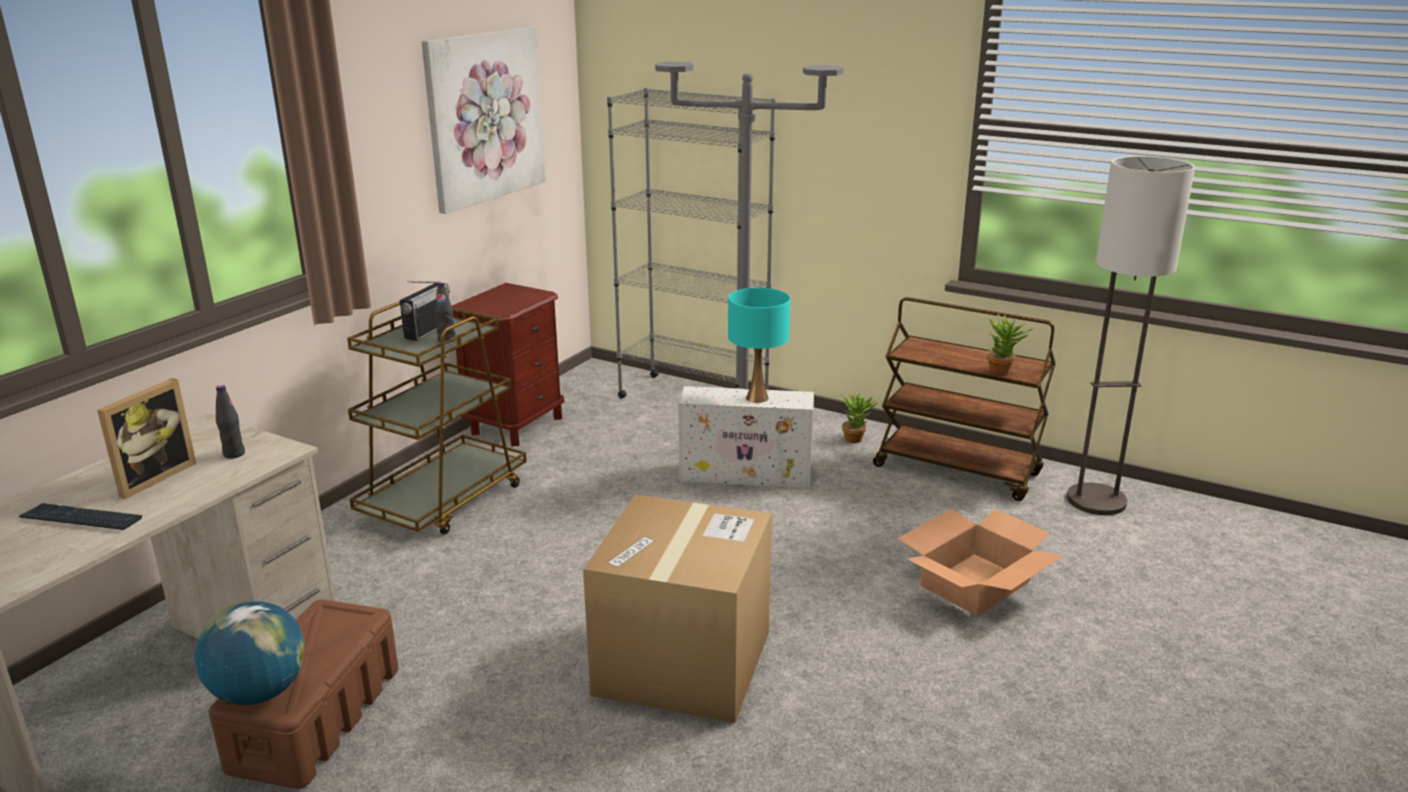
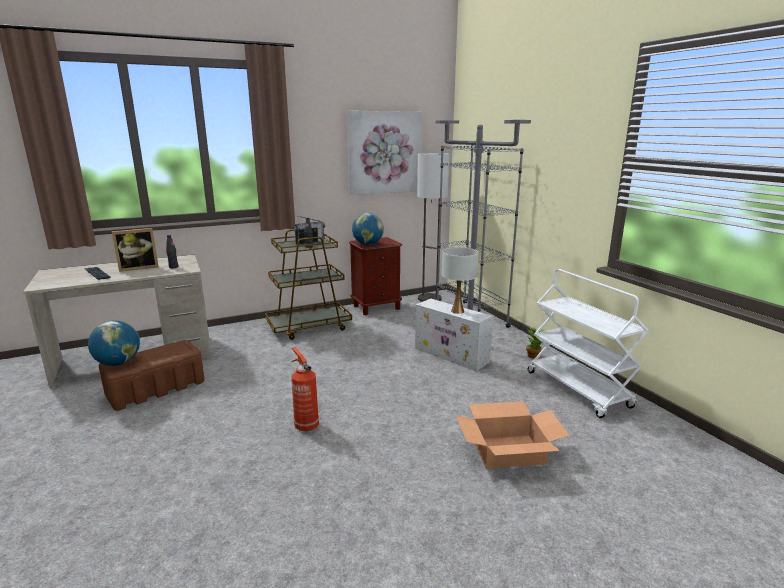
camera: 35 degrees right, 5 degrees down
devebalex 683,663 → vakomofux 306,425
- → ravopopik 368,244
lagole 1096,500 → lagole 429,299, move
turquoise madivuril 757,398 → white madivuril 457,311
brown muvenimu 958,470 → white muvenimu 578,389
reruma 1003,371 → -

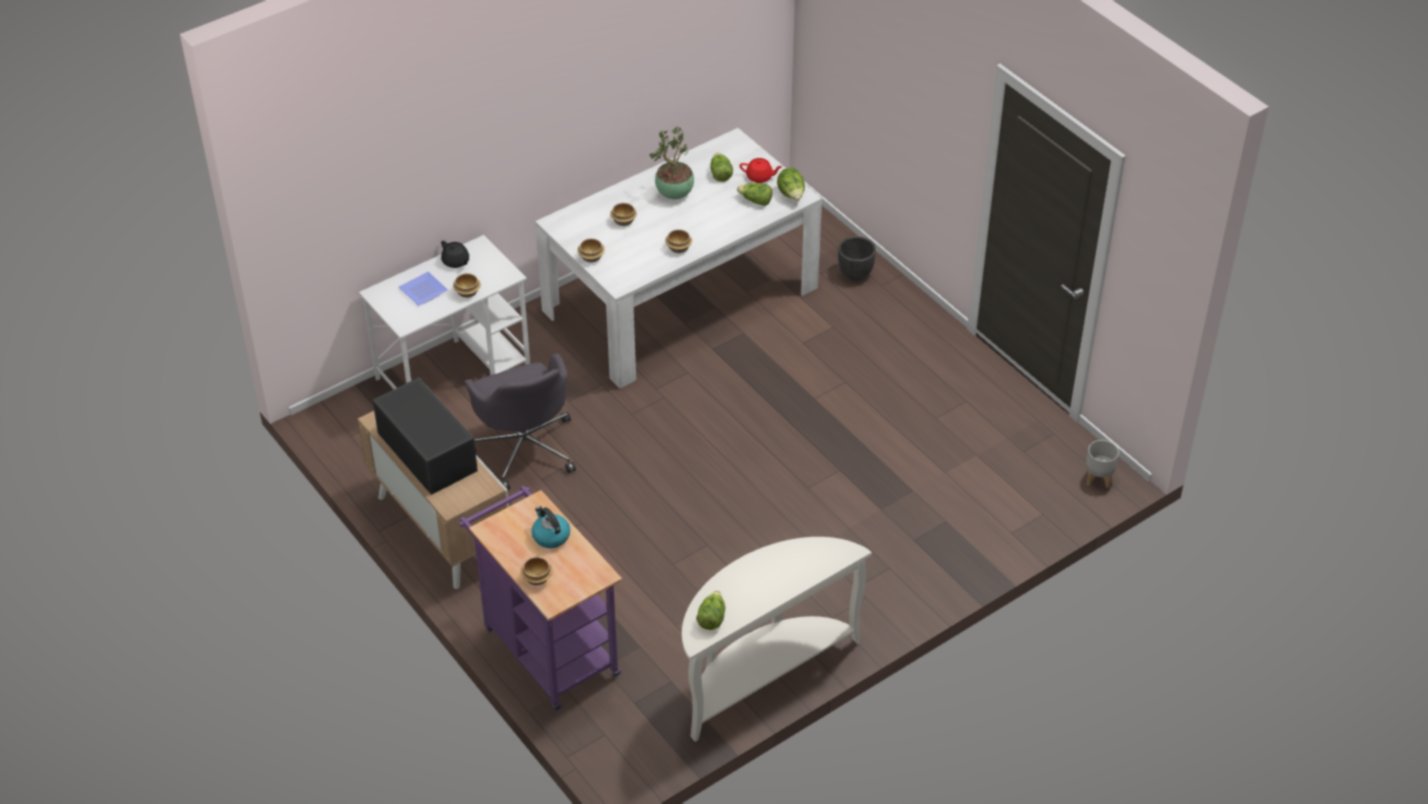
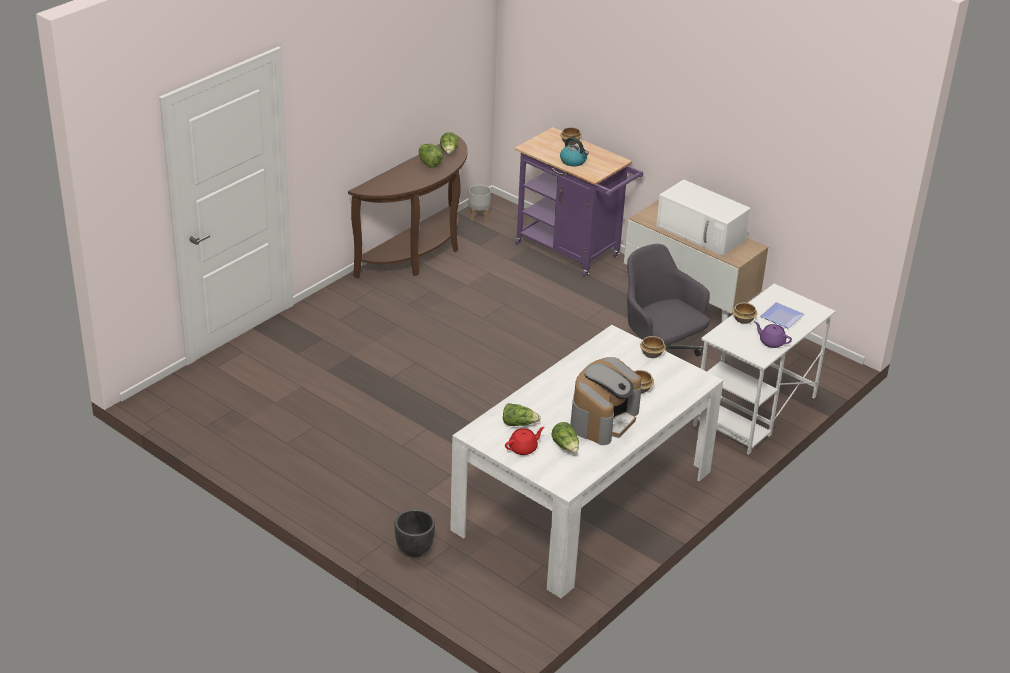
camera: 165 degrees right, 10 degrees down
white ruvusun 761,673 → brown ruvusun 419,255
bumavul 791,195 → bumavul 429,163, move
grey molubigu 1098,478 → grey molubigu 479,216, move
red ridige 760,177 → red ridige 523,448, 150 degrees clockwise
reruma 674,195 → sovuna 603,419
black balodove 425,451 → white balodove 702,233
black ridige 456,262 → purple ridige 771,342
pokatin 678,248 → -

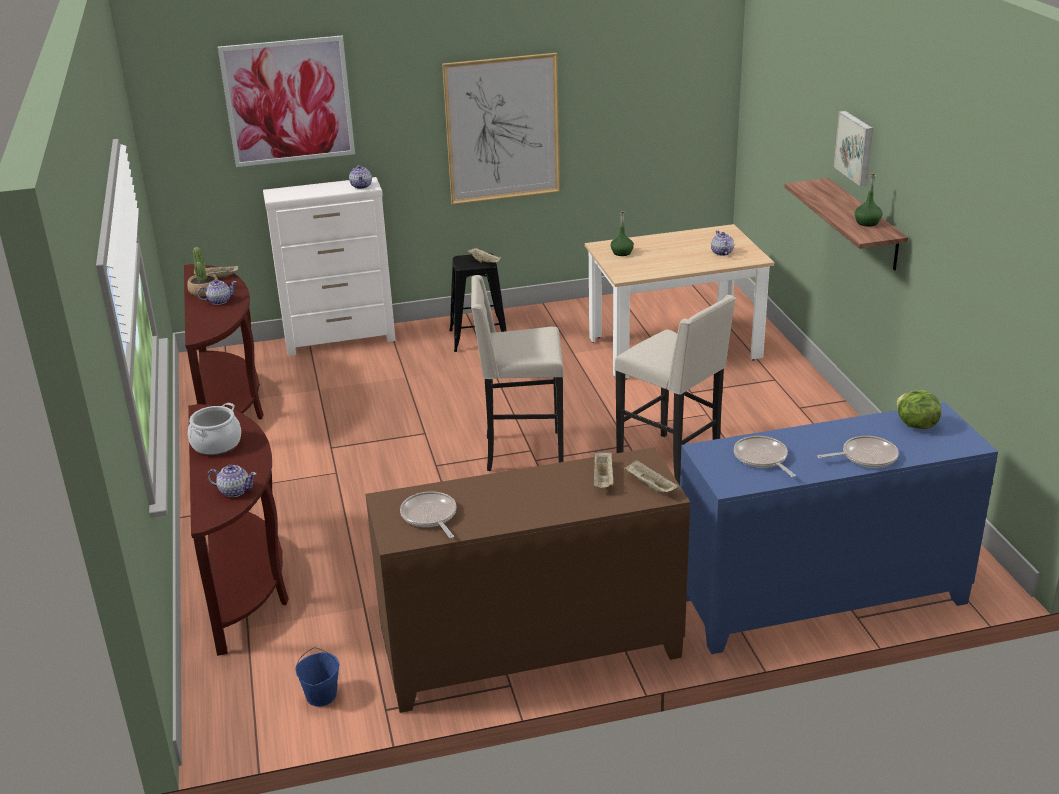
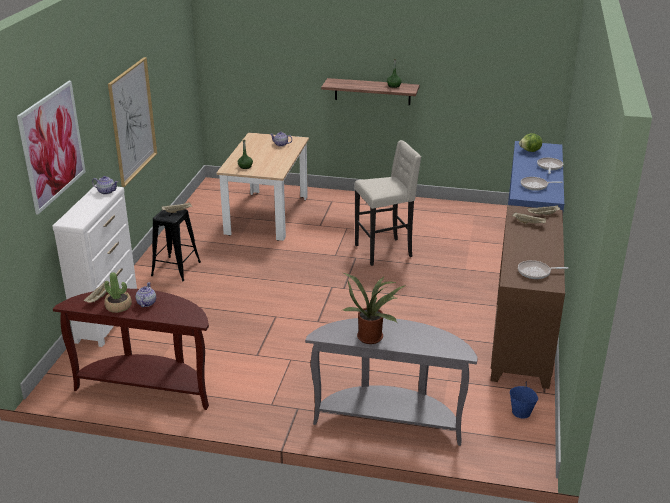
camera: 65 degrees left, 0 degrees up
brown ruvusun 246,582 → grey ruvusun 389,420
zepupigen 217,444 → reruma 372,336
ridige 234,491 → -
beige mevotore 521,452 → -
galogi 856,147 → -

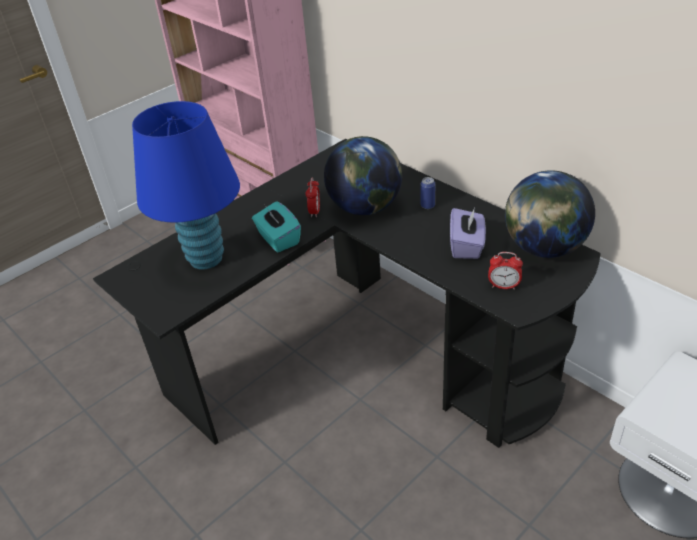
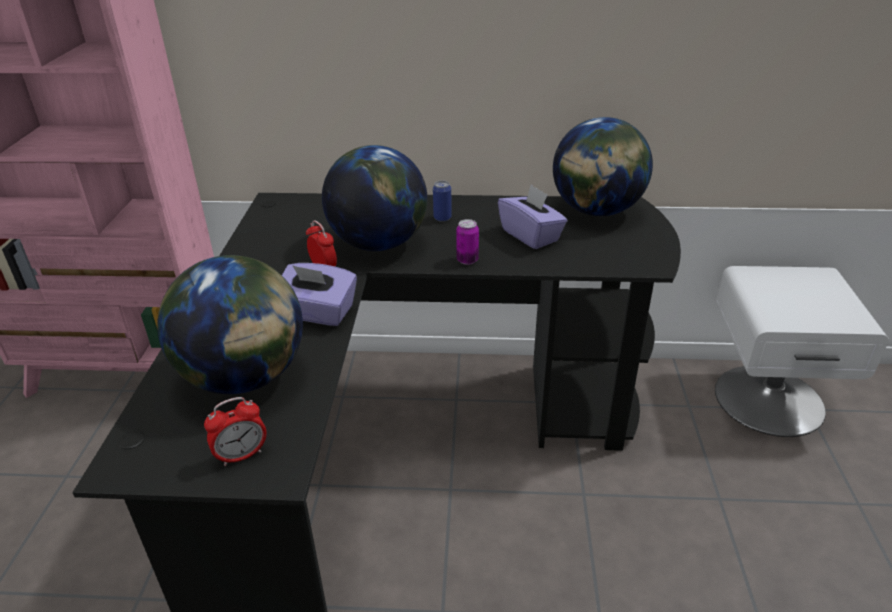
camera: 45 degrees left, 5 degrees down
blue madivuril 206,259 → ravopopik 245,377
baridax 503,286 → baridax 242,455, move
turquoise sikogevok 278,239 → purple sikogevok 317,313
- → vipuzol 467,260

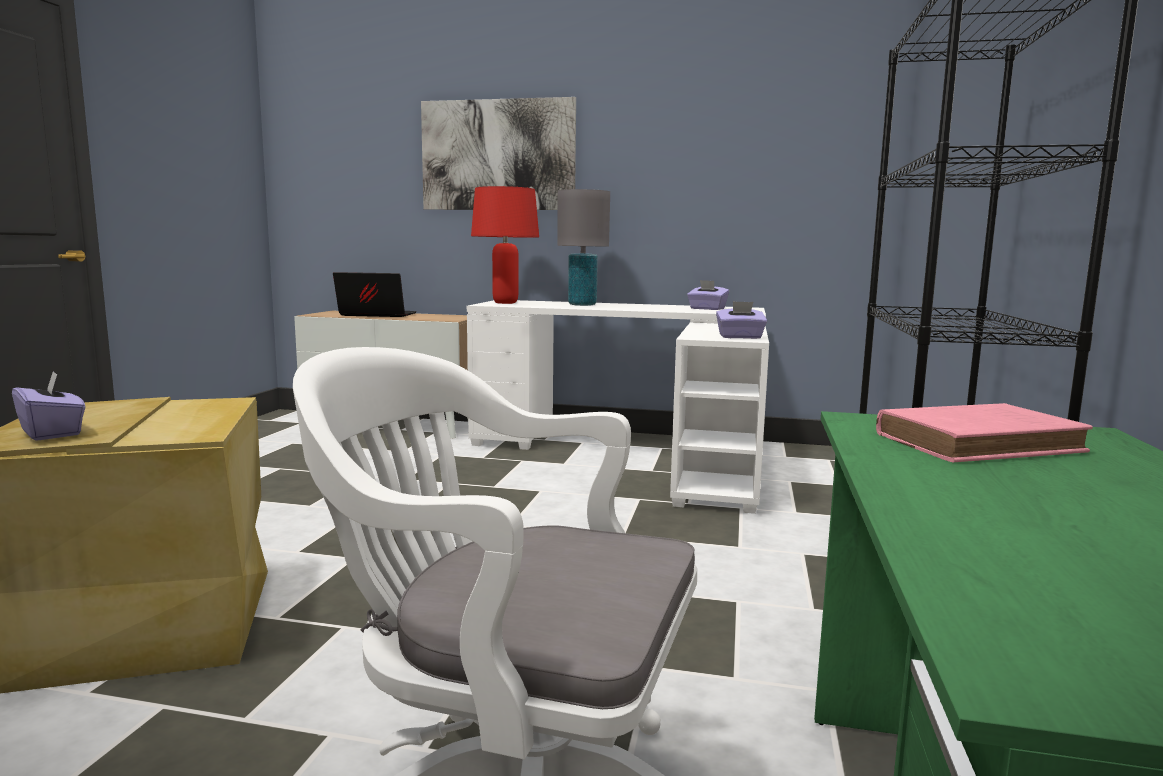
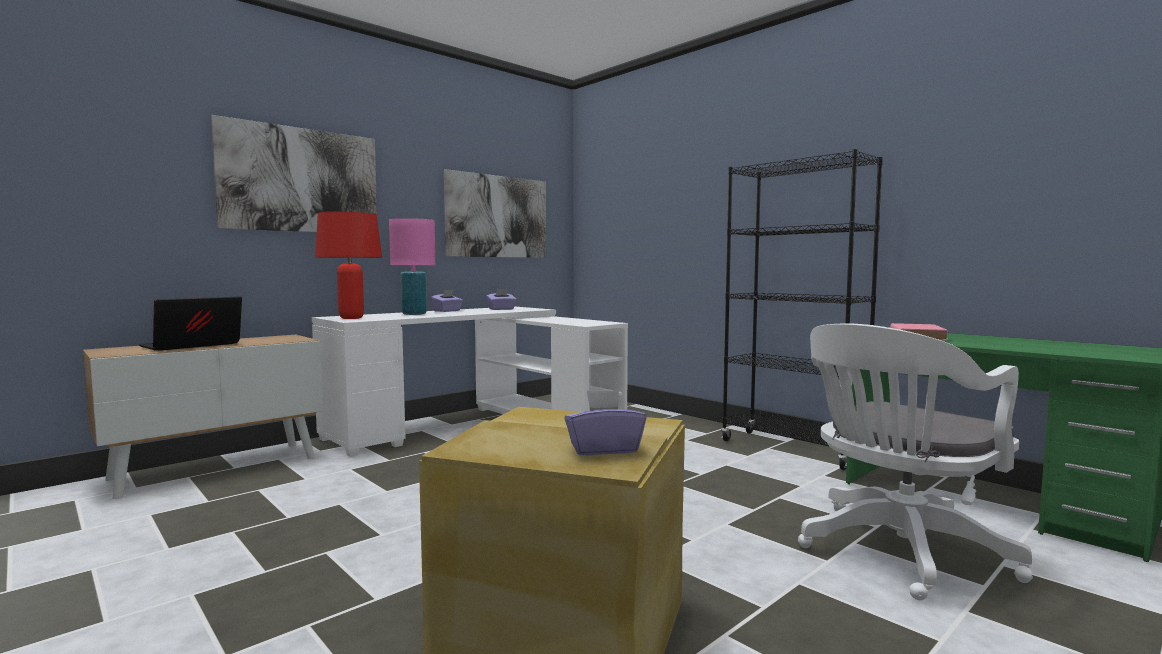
camera: 55 degrees left, 5 degrees down
grey madivuril 582,304 → pink madivuril 414,314
purple sikogevok 740,337 → purple sikogevok 447,311, move
- → galogi 497,216

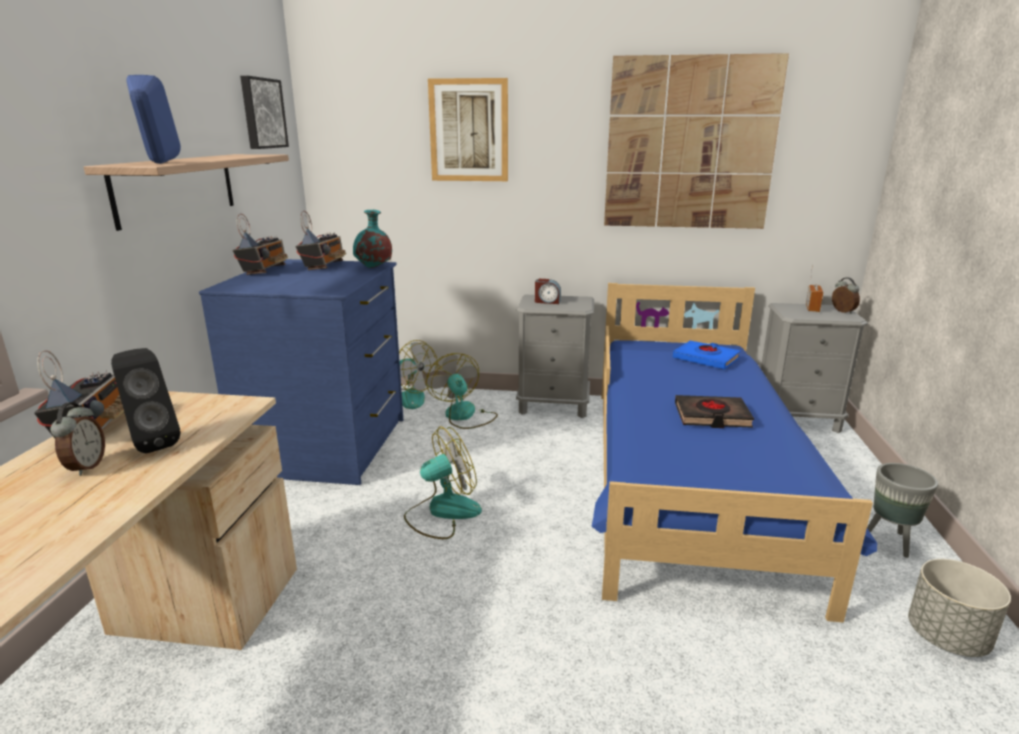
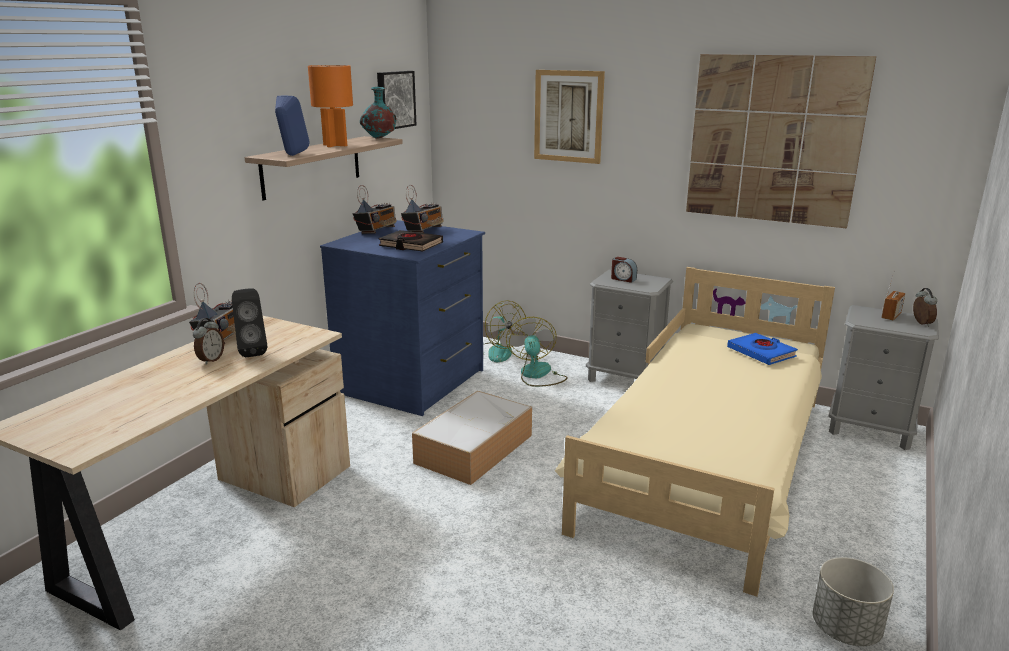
camera: 20 degrees right, 0 degrees up
- → orange madivuril 334,145
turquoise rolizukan 373,268 → turquoise rolizukan 379,138, move
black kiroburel 712,416 → black kiroburel 411,245, move
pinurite 442,512 → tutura 475,448
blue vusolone 689,478 → beige vusolone 708,462
grey molubigu 890,542 → -

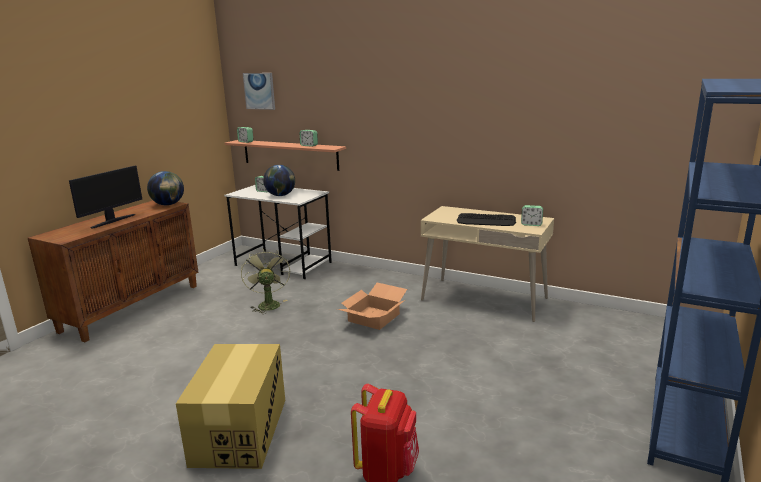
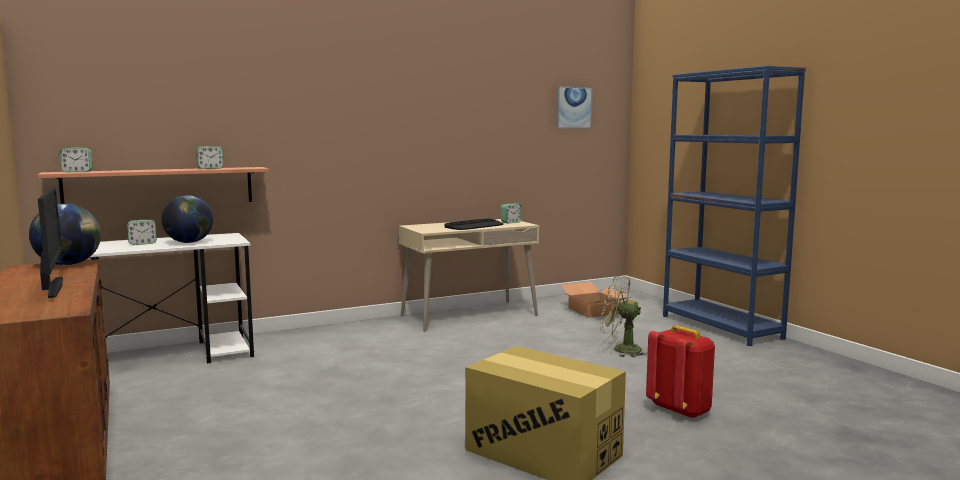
camera: 55 degrees left, 10 degrees down
galogi 259,91 → galogi 573,108, move
devebalex 373,317 → devebalex 593,311, move
green pinurite 267,304 → green pinurite 620,349, move

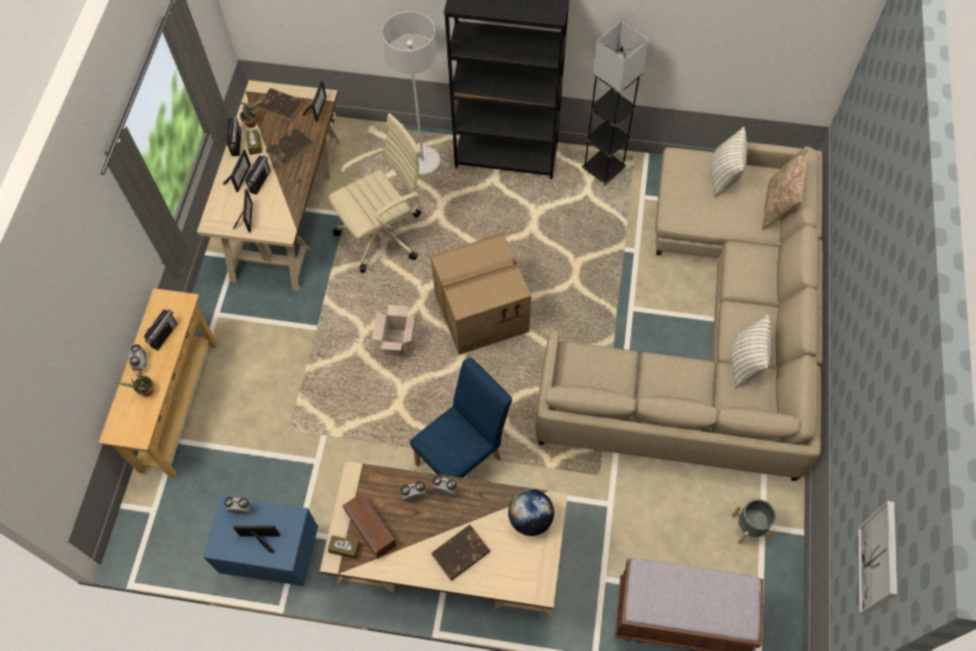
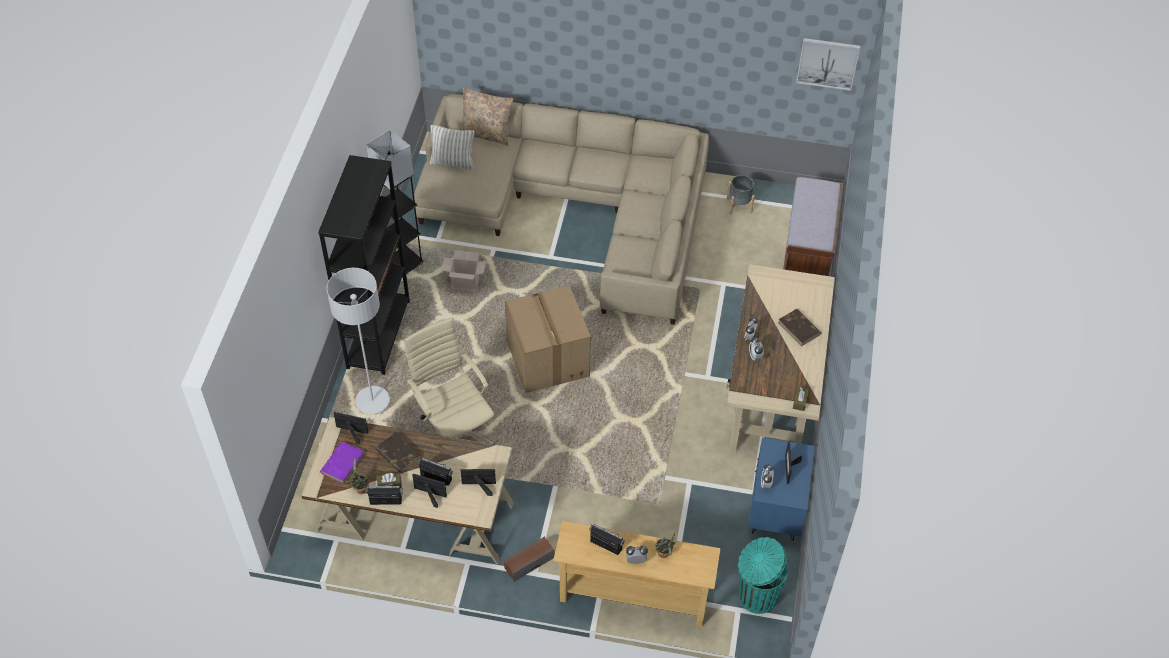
camera: 90 degrees left, 10 degrees down
brown kiroburel 282,106 → purple kiroburel 343,463
devebalex 396,342 → devebalex 464,284, move
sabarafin 371,528 → sabarafin 529,562, move
- → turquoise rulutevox 756,596
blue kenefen 463,457 → -
ravopopik 530,519 → -
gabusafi 744,363 → -

